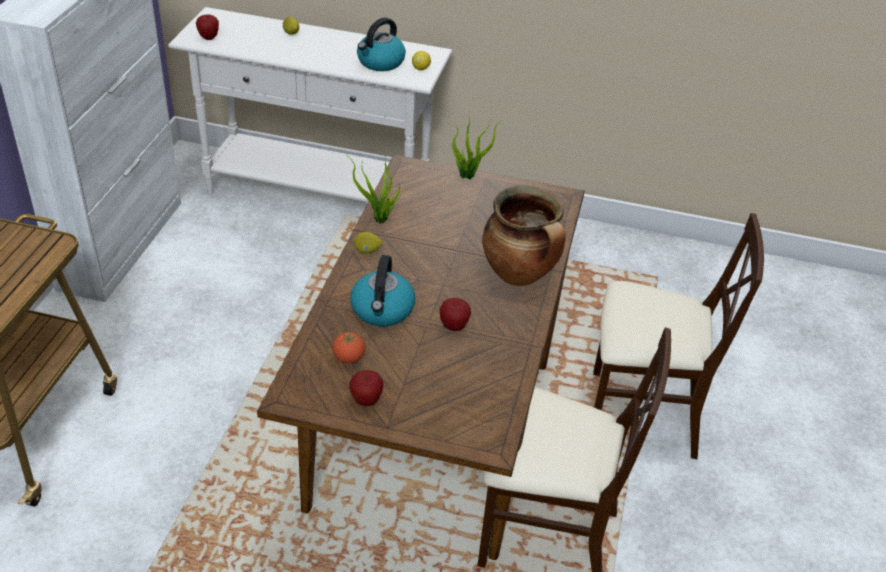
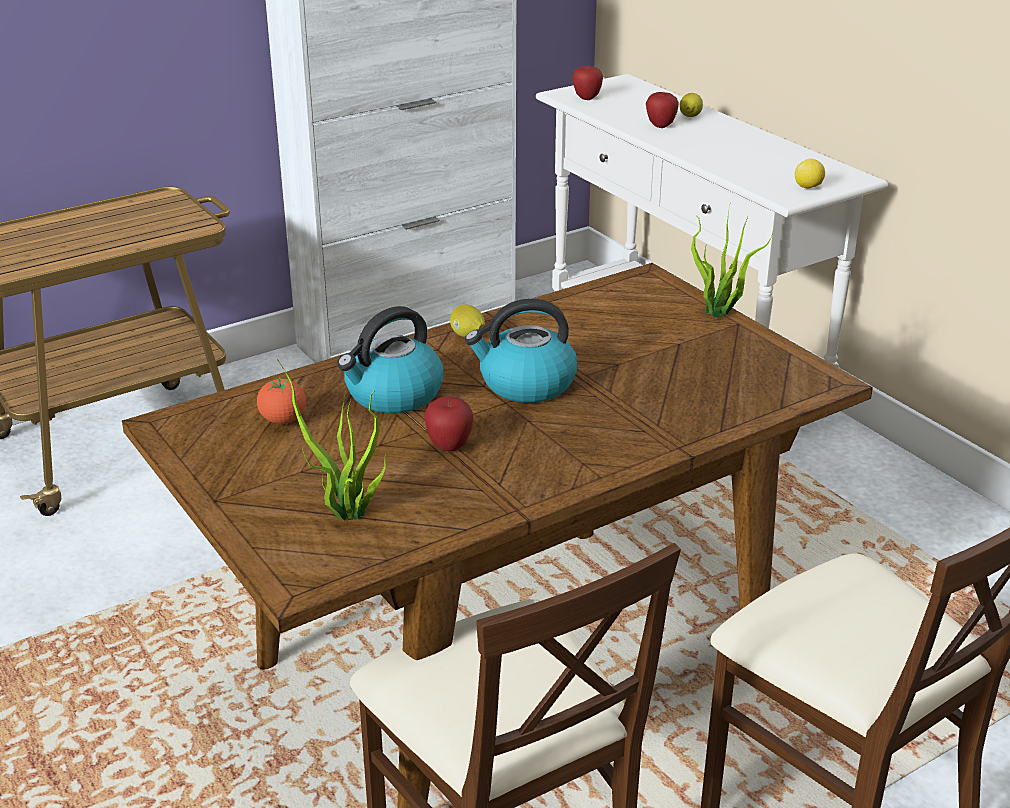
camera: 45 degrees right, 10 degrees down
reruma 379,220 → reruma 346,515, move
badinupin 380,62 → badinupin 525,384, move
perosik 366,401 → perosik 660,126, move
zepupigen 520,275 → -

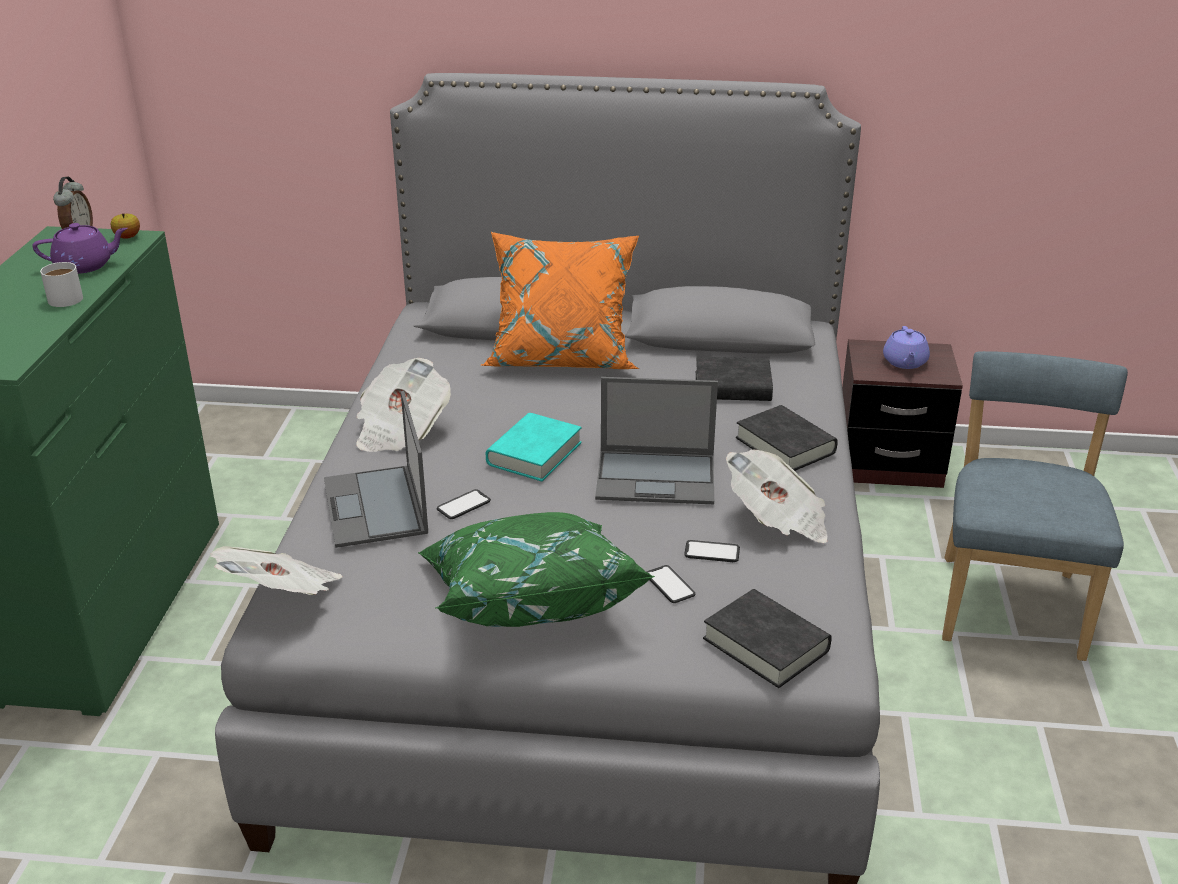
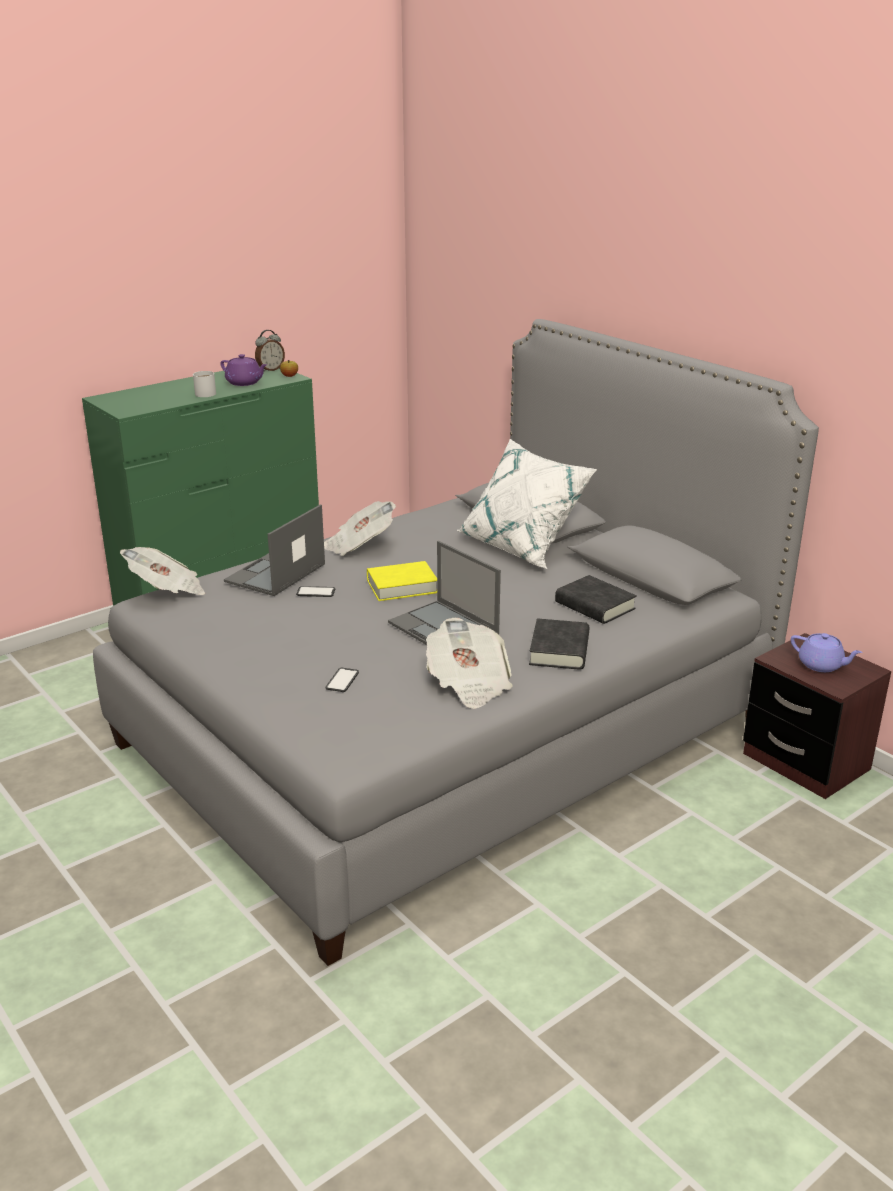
camera: 45 degrees right, 5 degrees down
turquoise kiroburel 534,453 → yellow kiroburel 402,586
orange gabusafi 562,356 → white gabusafi 522,546
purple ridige 905,362 → purple ridige 821,665, 105 degrees counterclockwise
green gabusafi 529,599 → -
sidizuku 712,552 → -
black kiroburel 766,645 → -
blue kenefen 1010,601 → -

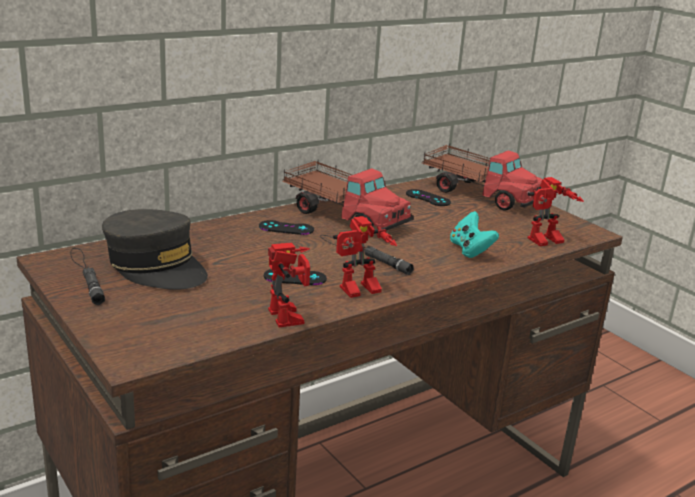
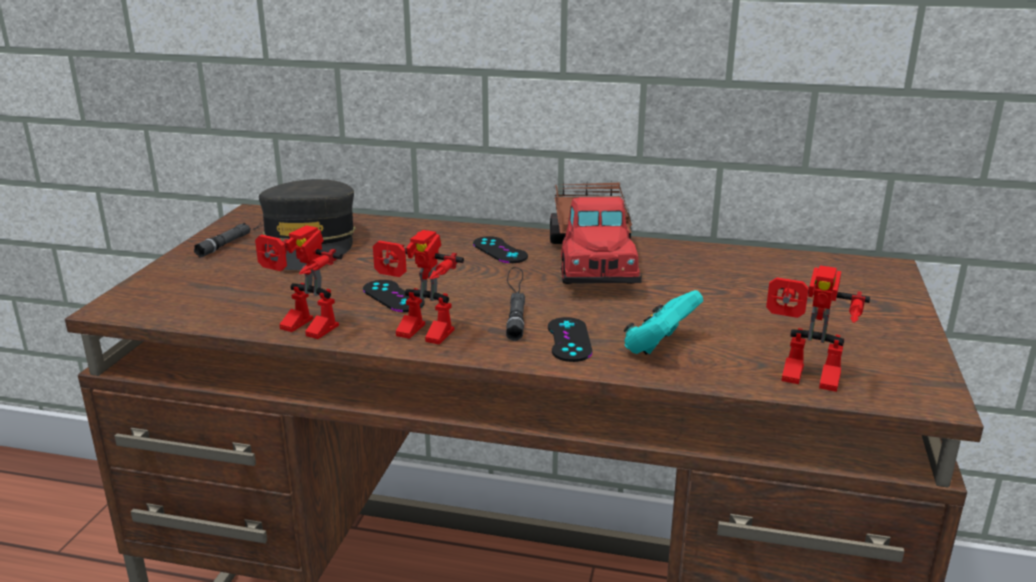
camera: 50 degrees right, 0 degrees up
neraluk 292,317 → neraluk 301,329, 90 degrees clockwise
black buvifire 428,198 → black buvifire 569,340, move
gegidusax 479,193 → -

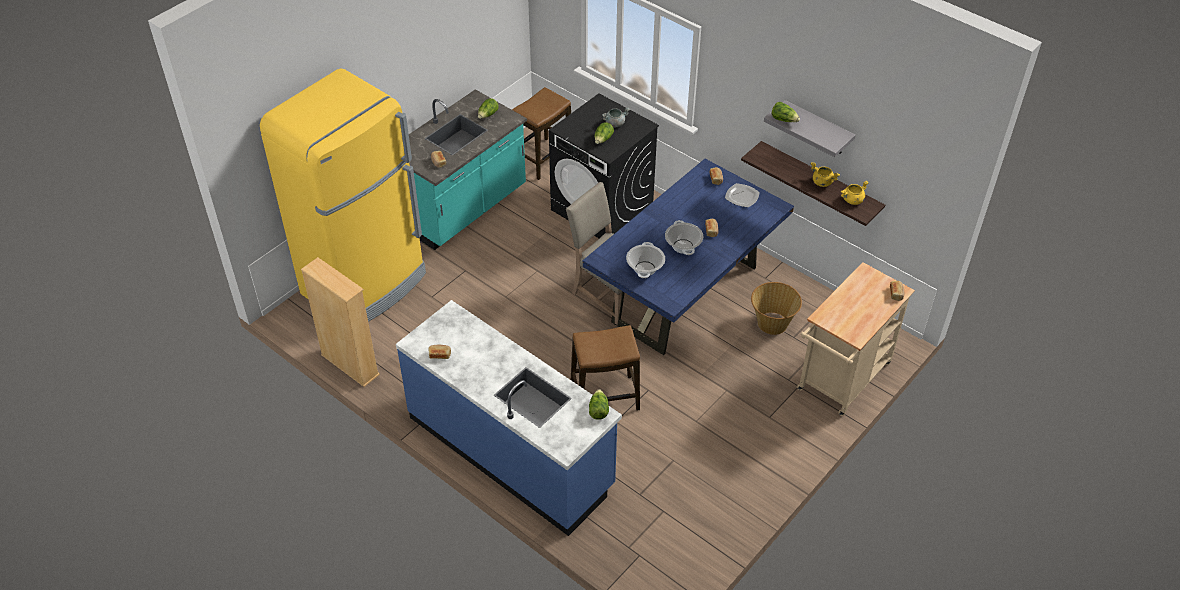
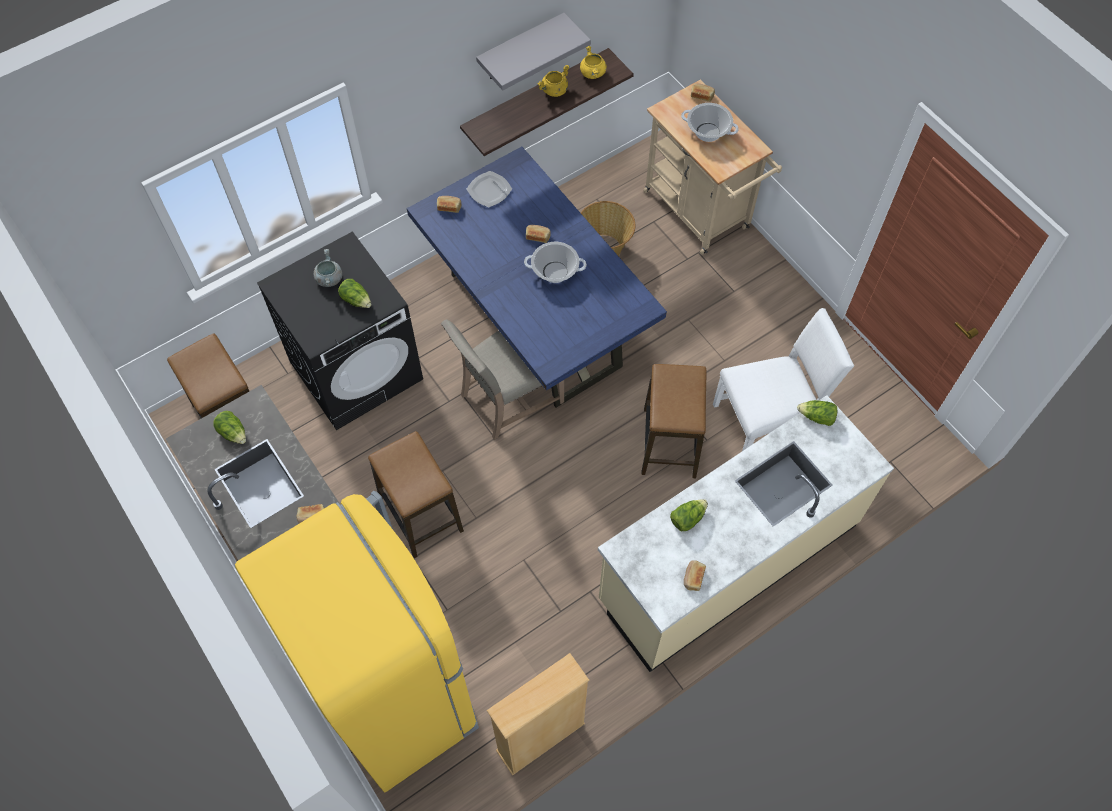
camera: 75 degrees left, 15 degrees up
- → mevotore 420,513
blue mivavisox 511,451 → beige mivavisox 727,562
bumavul 784,119 → bumavul 687,518, move
zepupigen 644,268 → zepupigen 708,132, move
- → white kenefen 766,423

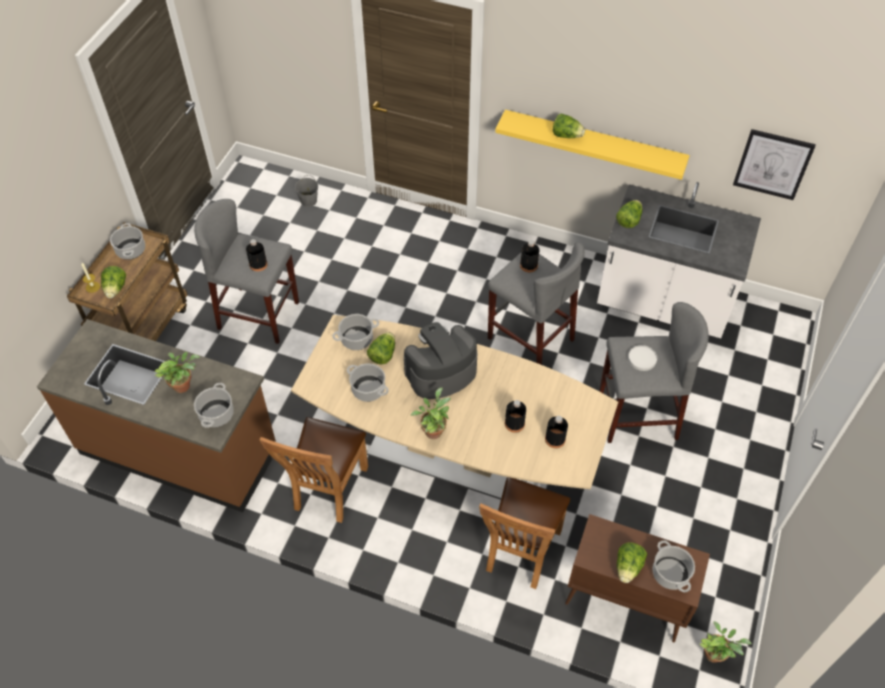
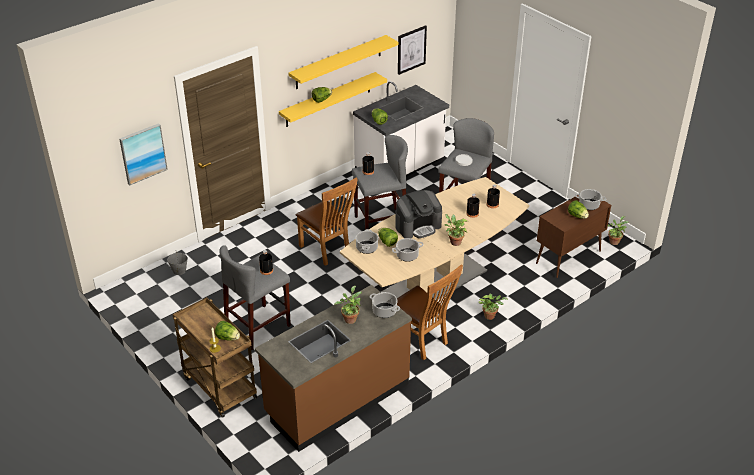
camera: 60 degrees left, 15 degrees down
- → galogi 143,153
- → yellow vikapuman 338,62
brown kenefen 520,554 → brown kenefen 327,250, move
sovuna 440,373 → sovuna 418,226, 120 degrees counterclockwise
- → reruma 491,316
zepupigen 131,250 → -

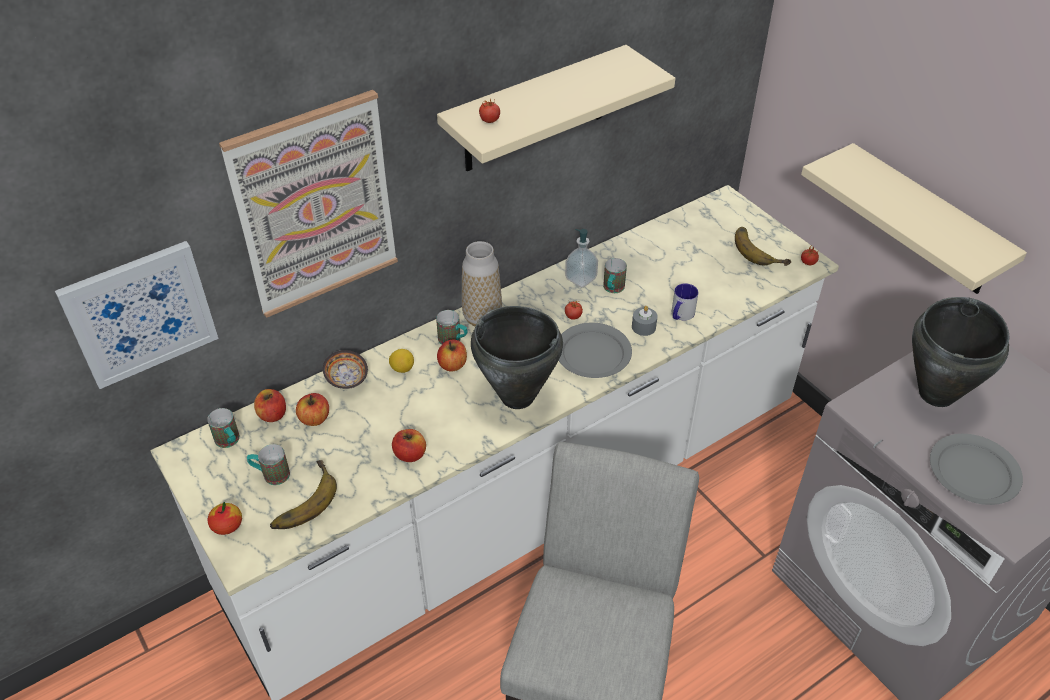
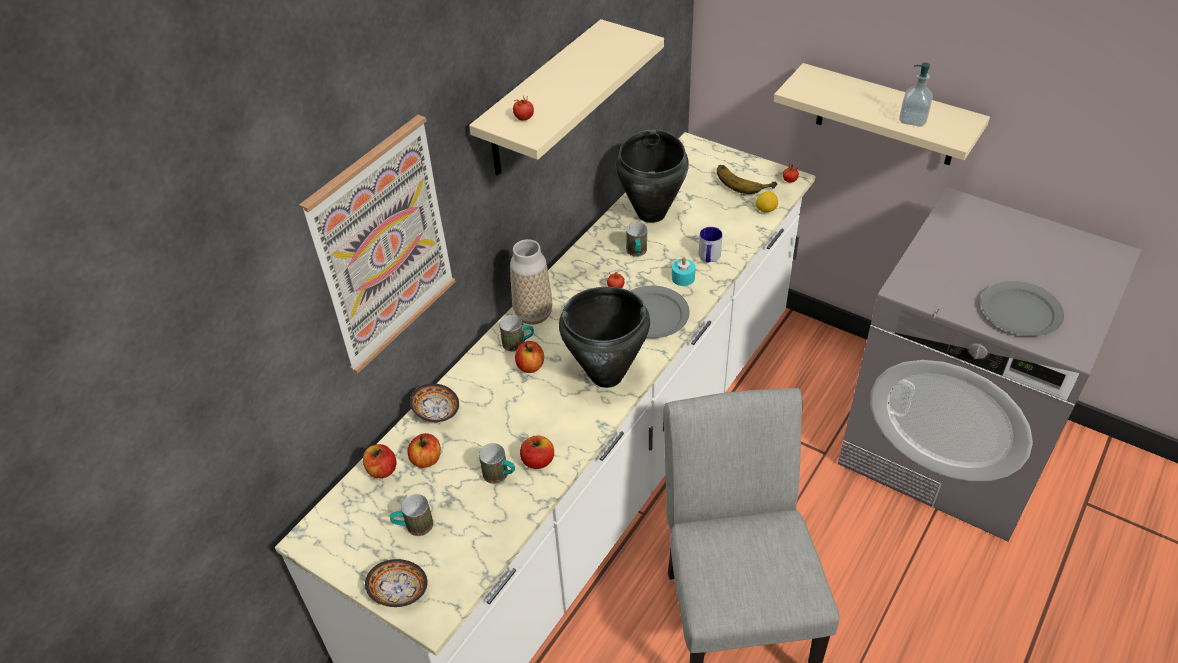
camera: 20 degrees left, 0 degrees up
perosik 227,525 → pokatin 398,590
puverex 229,442 → puverex 500,476, move
black zepupigen 937,394 → black zepupigen 652,213, move
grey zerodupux 643,327 → turquoise zerodupux 683,278
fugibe 402,368 → fugibe 766,210, move
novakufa 581,278 → novakufa 913,119, move
galogi 140,313 → -
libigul 301,500 → -

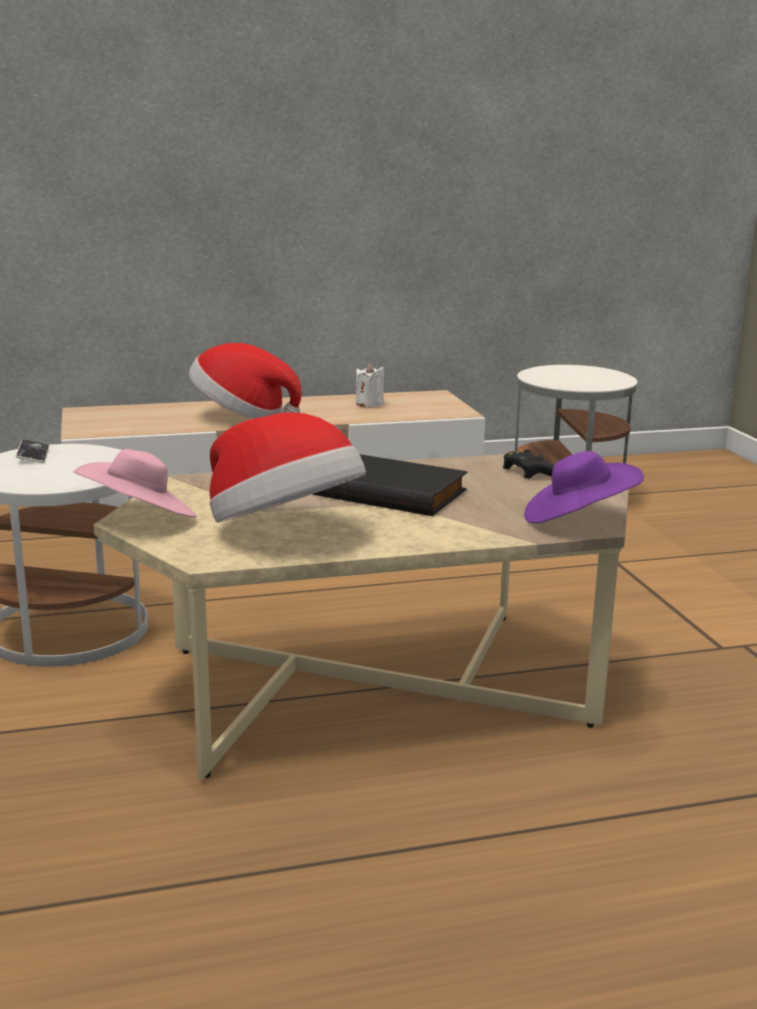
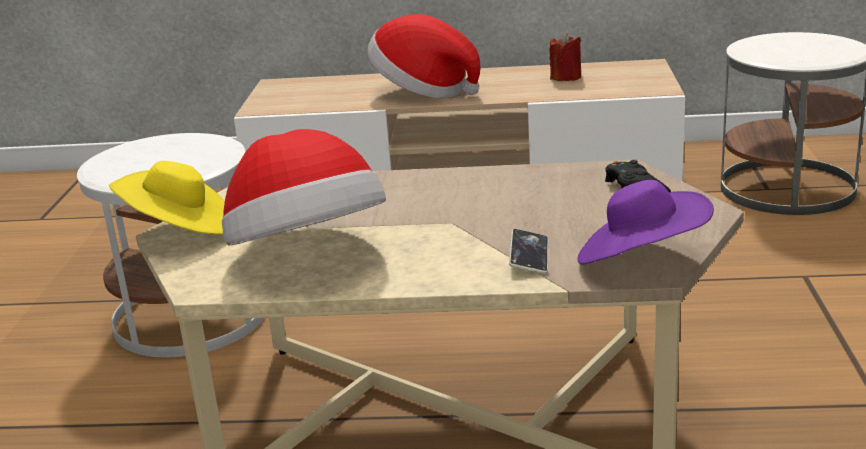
camera: 20 degrees right, 5 degrees up
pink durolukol 140,518 → yellow durolukol 181,231
sidizuku 33,455 → sidizuku 529,256, move
white zerodupux 369,404 → red zerodupux 565,77
black kiroburel 392,492 → -

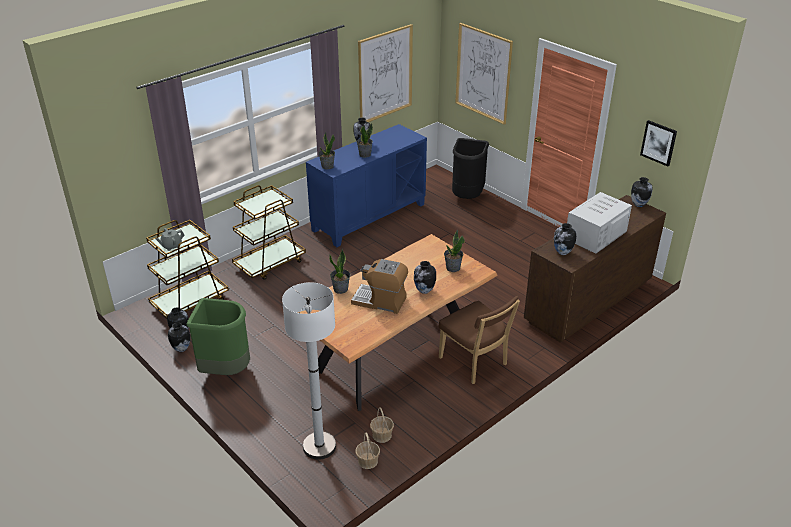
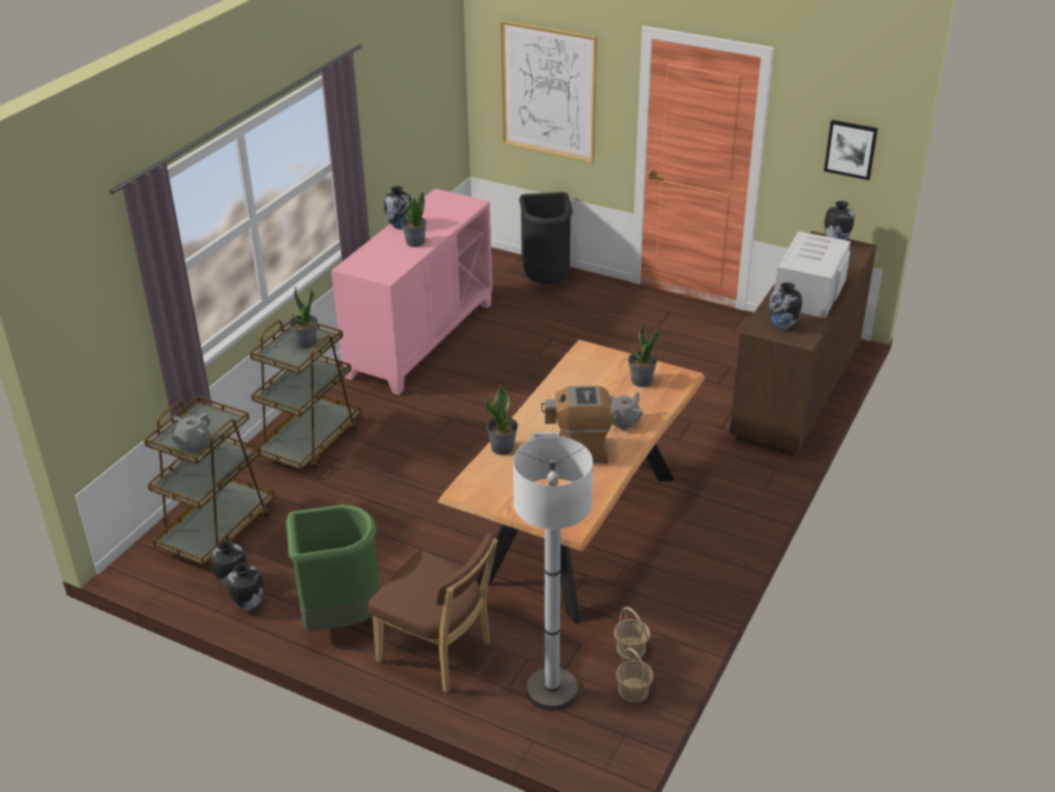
camera: 20 degrees left, 0 degrees up
reruma 327,166 → reruma 306,343, move
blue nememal 368,217 → pink nememal 420,339
brown kenefen 475,363 → brown kenefen 439,654, move
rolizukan 424,291 → grey ridige 623,422
galogi 385,74 → -

